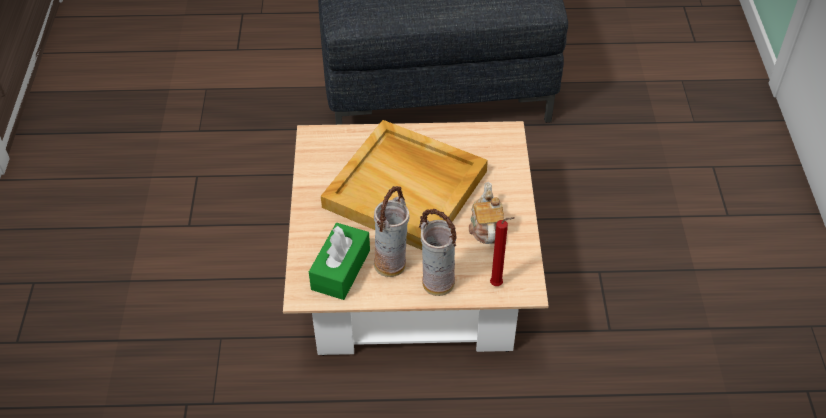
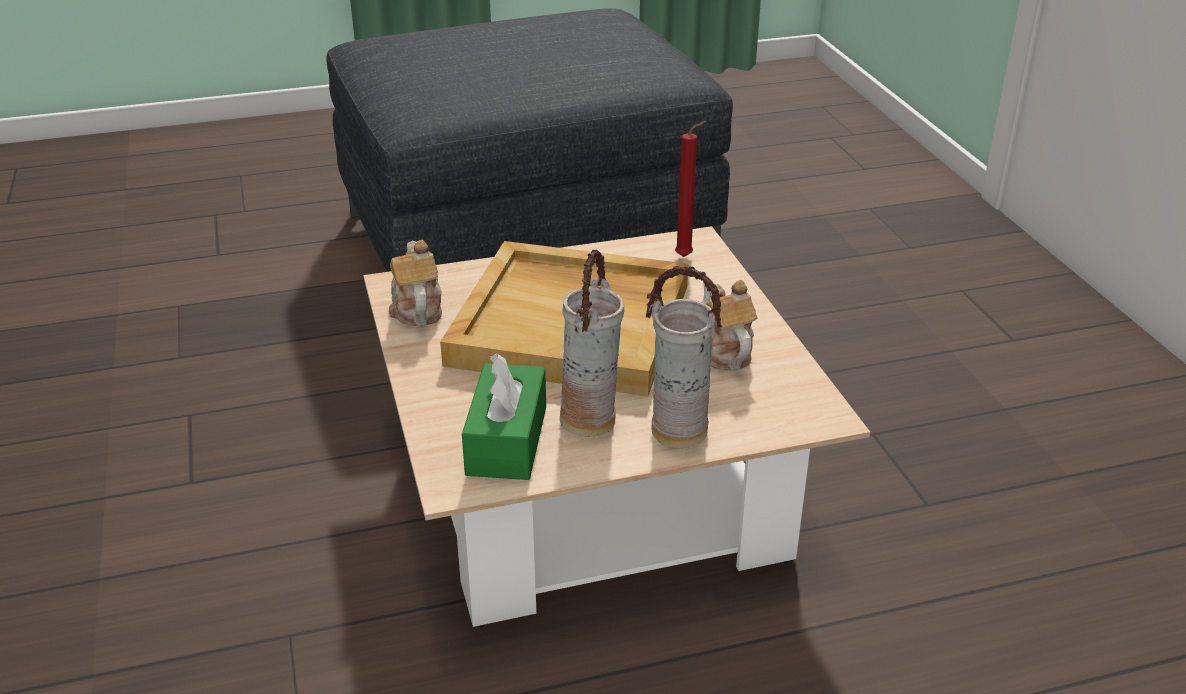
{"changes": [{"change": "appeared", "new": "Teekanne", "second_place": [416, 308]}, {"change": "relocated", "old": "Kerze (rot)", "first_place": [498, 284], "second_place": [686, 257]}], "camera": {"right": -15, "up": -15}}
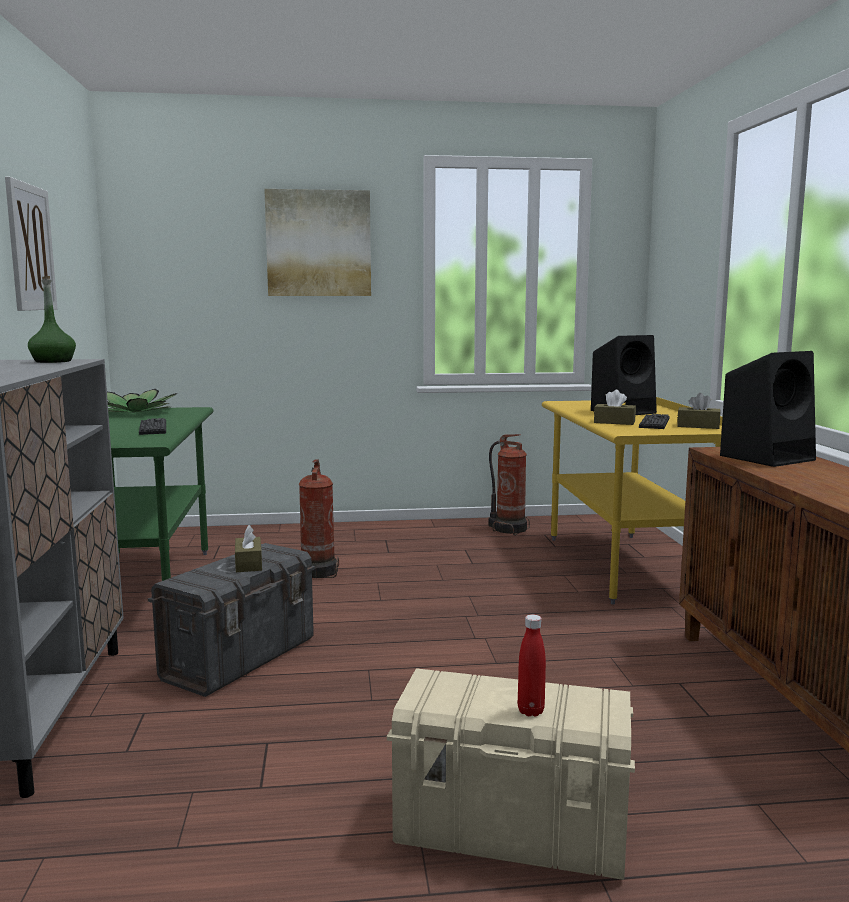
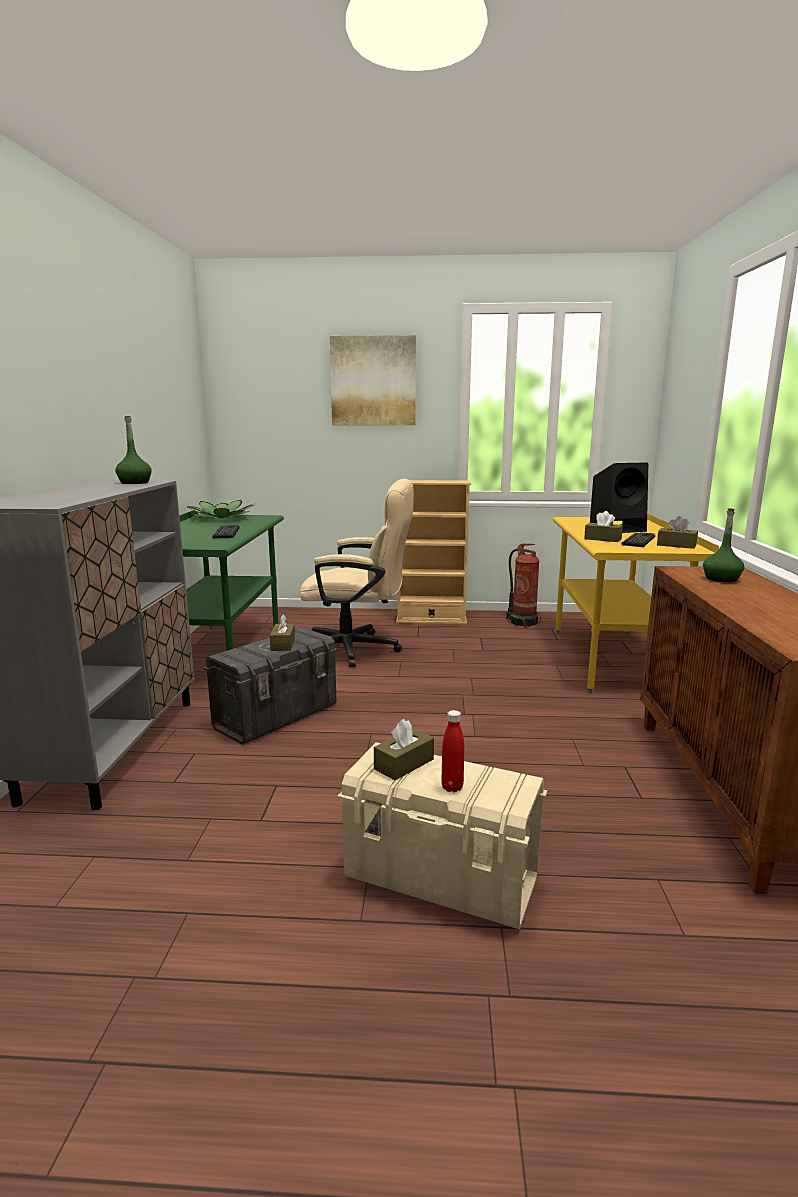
{"changes": [{"change": "exchanged", "old": "Feuerlöscher", "new": "Bürostuhl (beige)", "first_place": [319, 572], "second_place": [358, 649]}, {"change": "appeared", "new": "Taschentuchbox (braun)", "second_place": [404, 764]}, {"change": "appeared", "new": "Bücherregal (beige)", "second_place": [431, 620]}, {"change": "exchanged", "old": "Lautsprecher (schwarz)", "new": "Flasche (grün)", "first_place": [768, 457], "second_place": [721, 579]}, {"change": "missing", "old": "Bild", "first_place": [30, 247]}], "camera": {"right": 10, "up": 5}}
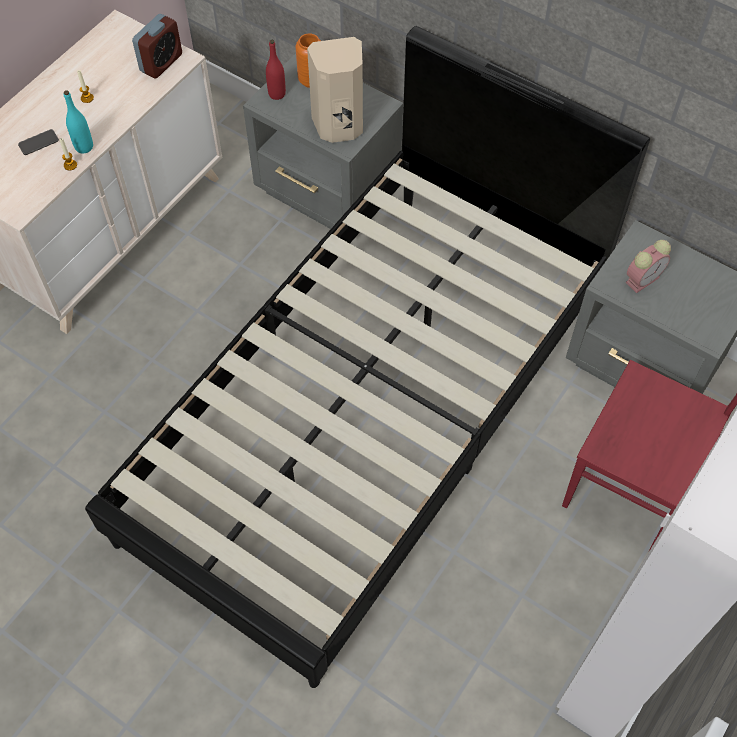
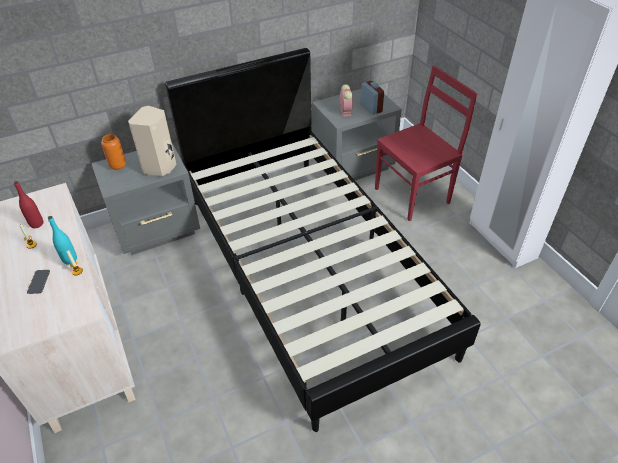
{"changes": [{"change": "relocated", "old": "Flasche (rot)", "first_place": [277, 94], "second_place": [36, 224]}, {"change": "relocated", "old": "Wecker", "first_place": [161, 63], "second_place": [371, 108]}], "camera": {"right": -60, "up": -15}}
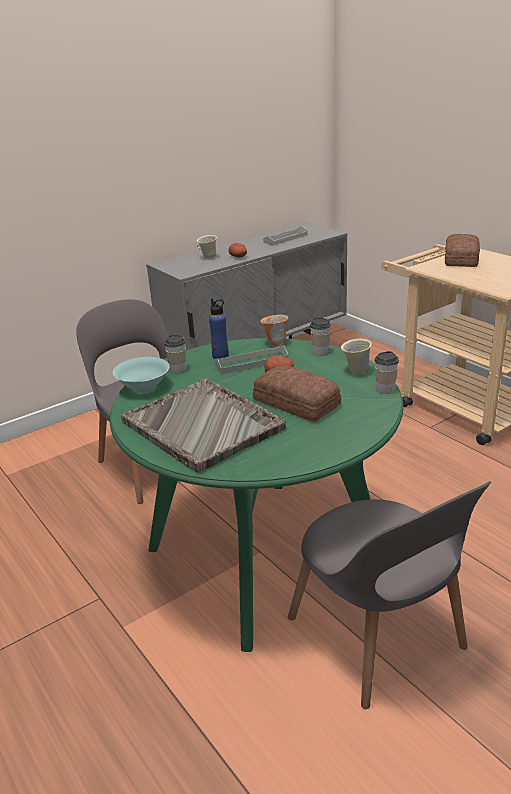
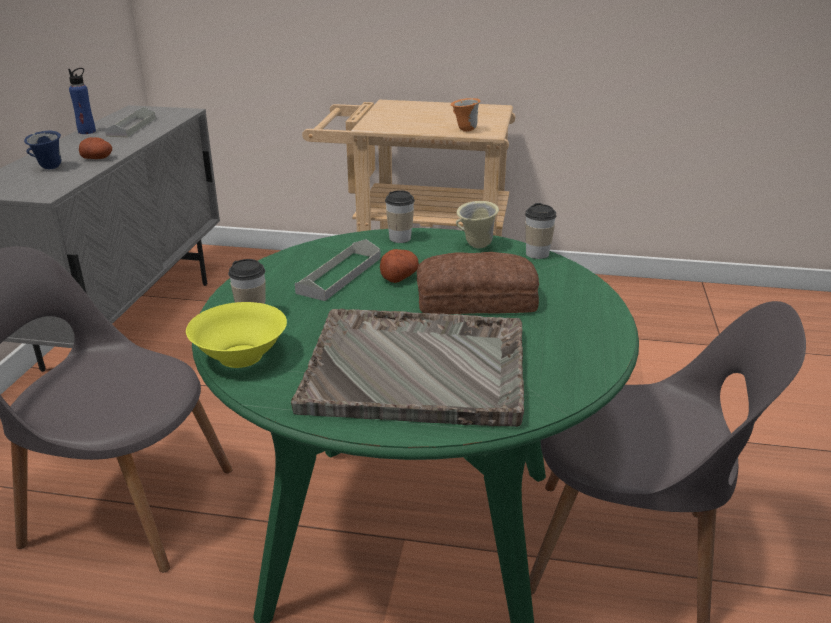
{"changes": [{"change": "colour", "old": "Henkelbecher (beige)", "new": "Henkelbecher (blau)", "first_place": [208, 258], "second_place": [49, 168]}, {"change": "relocated", "old": "Flasche (blau)", "first_place": [220, 356], "second_place": [87, 131]}, {"change": "colour", "old": "Schüssel (türkis)", "new": "Schüssel (gelb)", "first_place": [144, 387], "second_place": [240, 356]}, {"change": "relocated", "old": "Henkelbecher (orange)", "first_place": [275, 343], "second_place": [464, 130]}, {"change": "missing", "old": "Brot", "first_place": [460, 258]}], "camera": {"right": -45, "up": 0}}
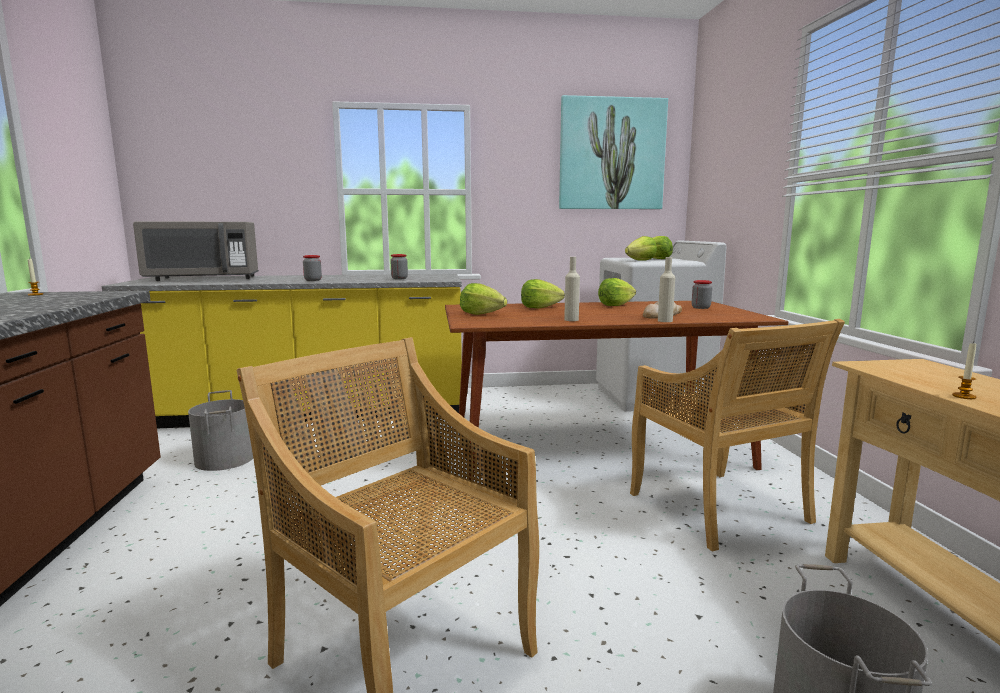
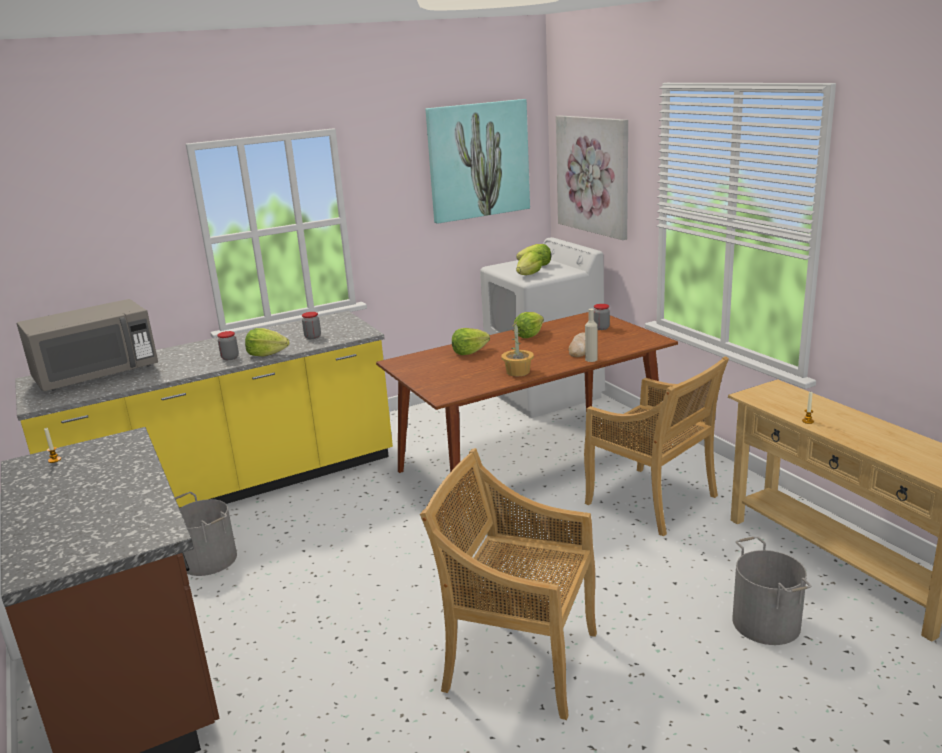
{"changes": [{"change": "relocated", "old": "Salatkopf", "first_place": [481, 314], "second_place": [267, 354]}, {"change": "exchanged", "old": "Flasche (beige)", "new": "Topfpflanze", "first_place": [571, 320], "second_place": [518, 372]}, {"change": "appeared", "new": "Bild", "second_place": [592, 175]}], "camera": {"right": -20, "up": 10}}
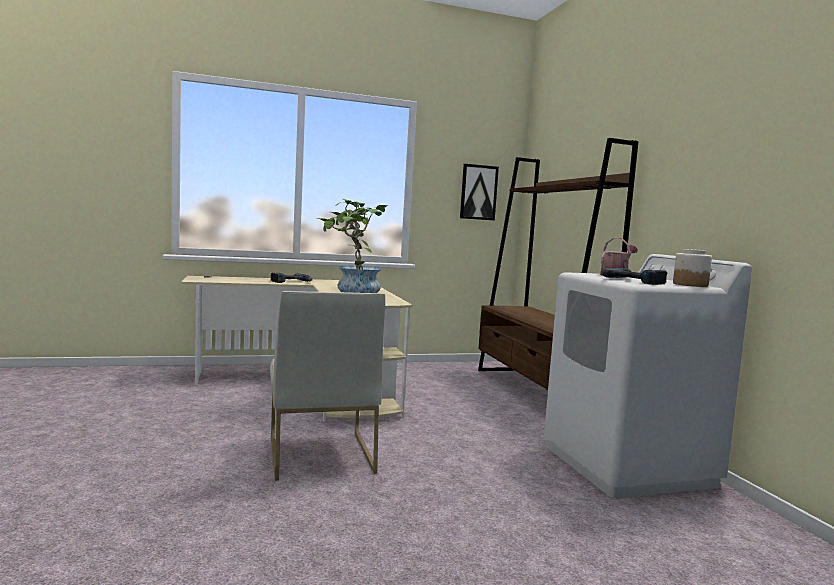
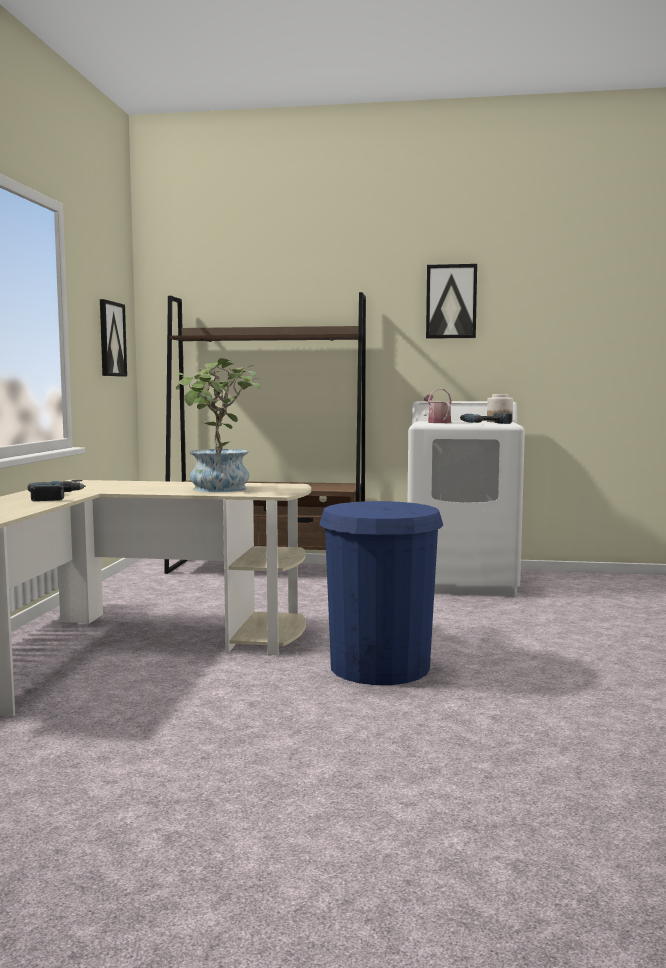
{"changes": [{"change": "exchanged", "old": "Stuhl (weiß)", "new": "Mülleimer (blau)", "first_place": [319, 454], "second_place": [380, 666]}, {"change": "appeared", "new": "Bild", "second_place": [451, 301]}], "camera": {"right": -65, "up": 0}}
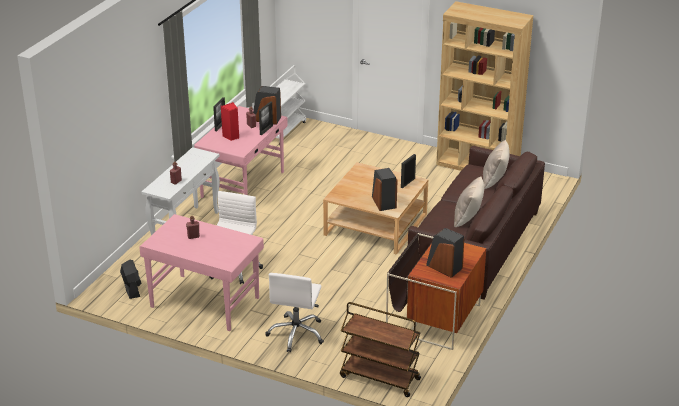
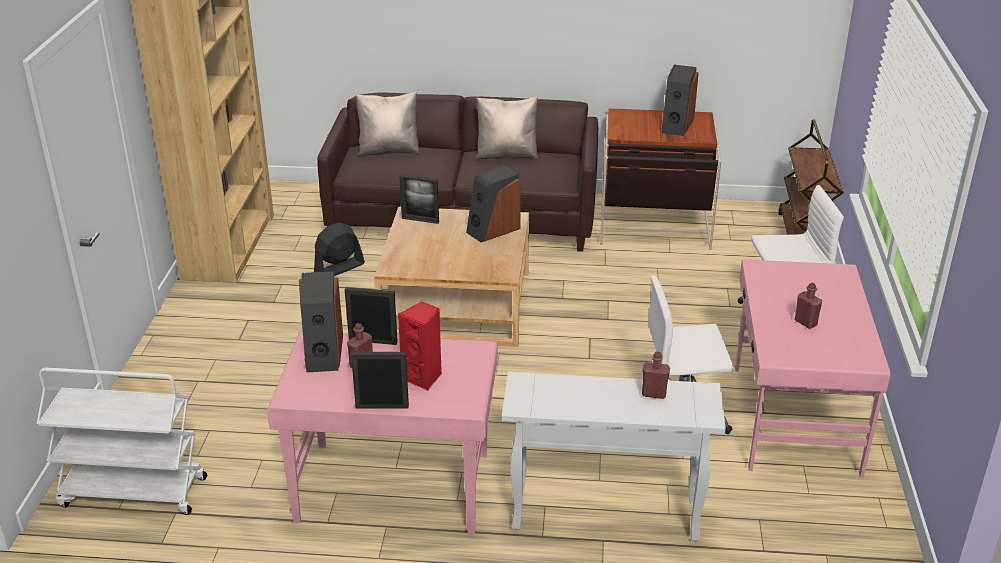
{"changes": [{"change": "relocated", "old": "Ventilator (schwarz)", "first_place": [132, 289], "second_place": [339, 268]}], "camera": {"right": -110, "up": 0}}
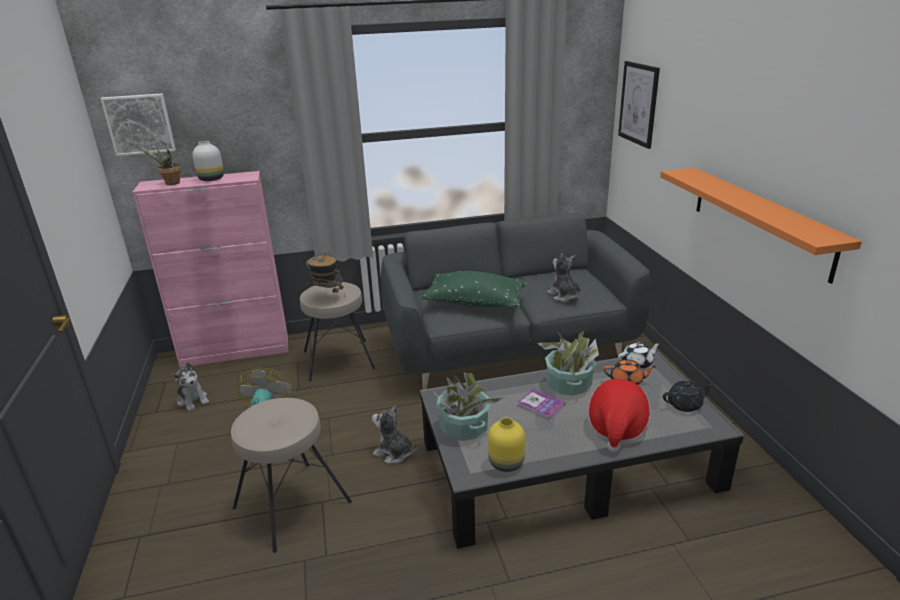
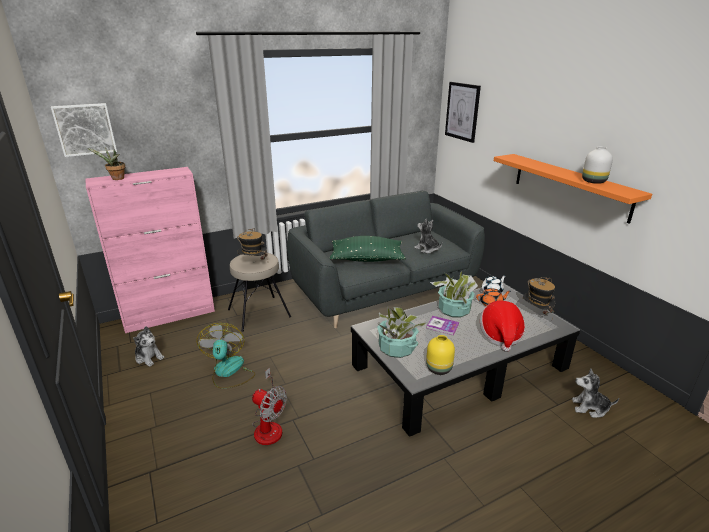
{"changes": [{"change": "exchanged", "old": "Hocker (beige)", "new": "Ventilator", "first_place": [291, 504], "second_place": [269, 425]}, {"change": "exchanged", "old": "Teekanne (schwarz)", "new": "Hut", "first_place": [685, 405], "second_place": [535, 314]}, {"change": "relocated", "old": "Plüschtier", "first_place": [394, 453], "second_place": [590, 408]}, {"change": "relocated", "old": "Vase (weiß)", "first_place": [210, 179], "second_place": [593, 181]}], "camera": {"right": -15, "up": 0}}
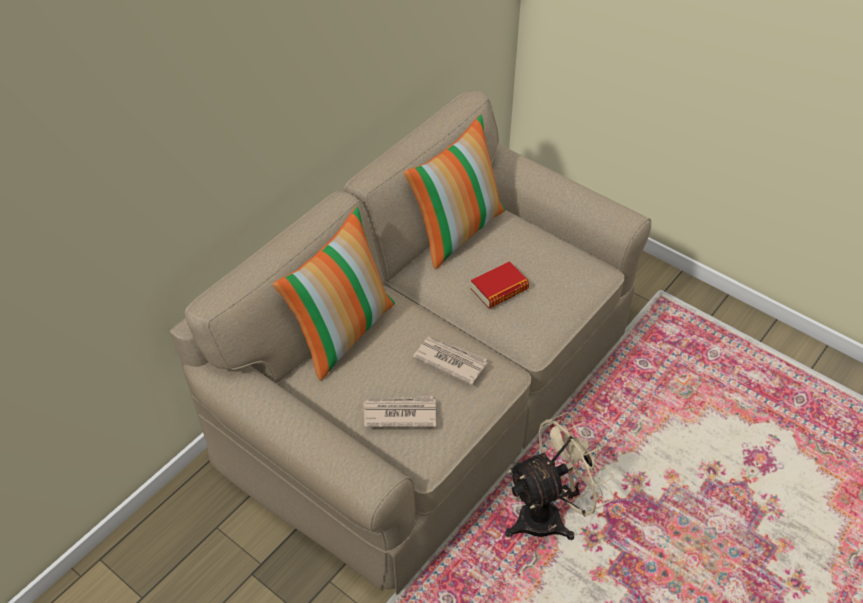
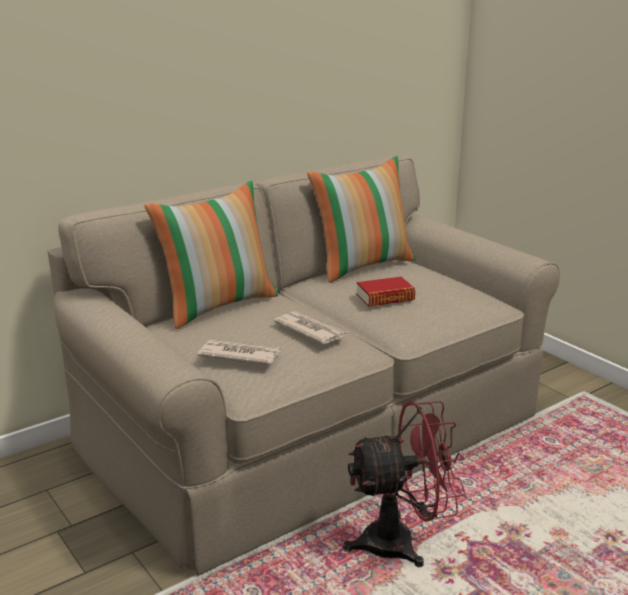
{"changes": [{"change": "colour", "old": "Ventilator (beige)", "new": "Ventilator (rot)", "first_place": [549, 514], "second_place": [402, 542]}], "camera": {"right": 15, "up": -25}}
